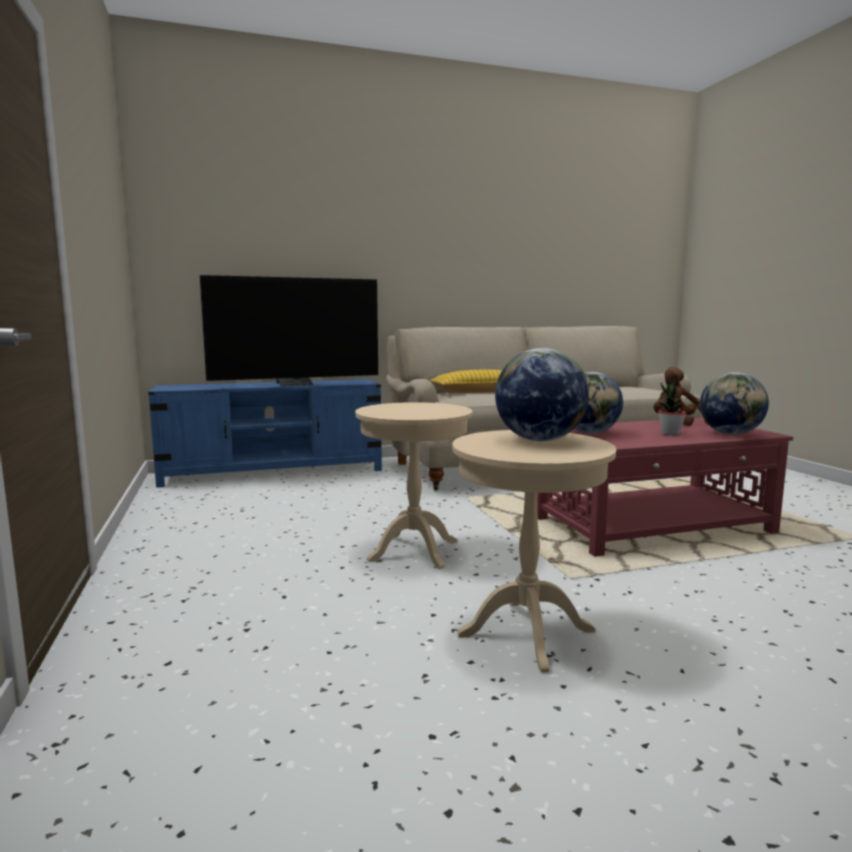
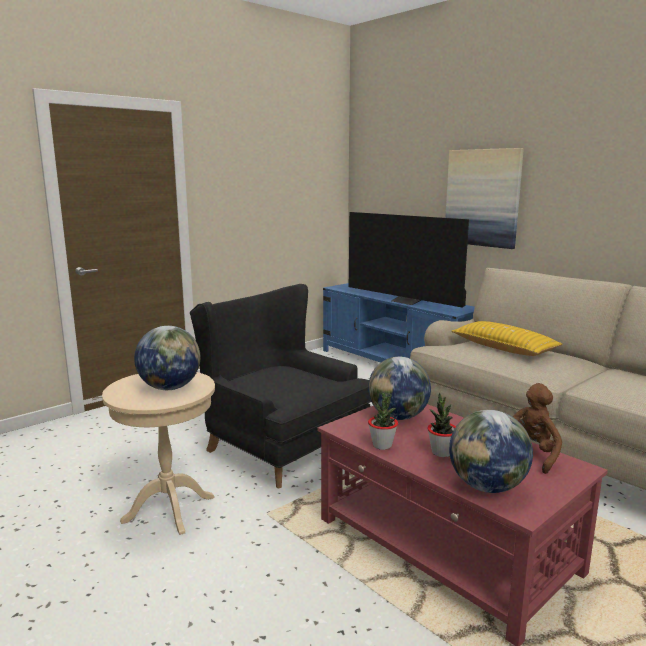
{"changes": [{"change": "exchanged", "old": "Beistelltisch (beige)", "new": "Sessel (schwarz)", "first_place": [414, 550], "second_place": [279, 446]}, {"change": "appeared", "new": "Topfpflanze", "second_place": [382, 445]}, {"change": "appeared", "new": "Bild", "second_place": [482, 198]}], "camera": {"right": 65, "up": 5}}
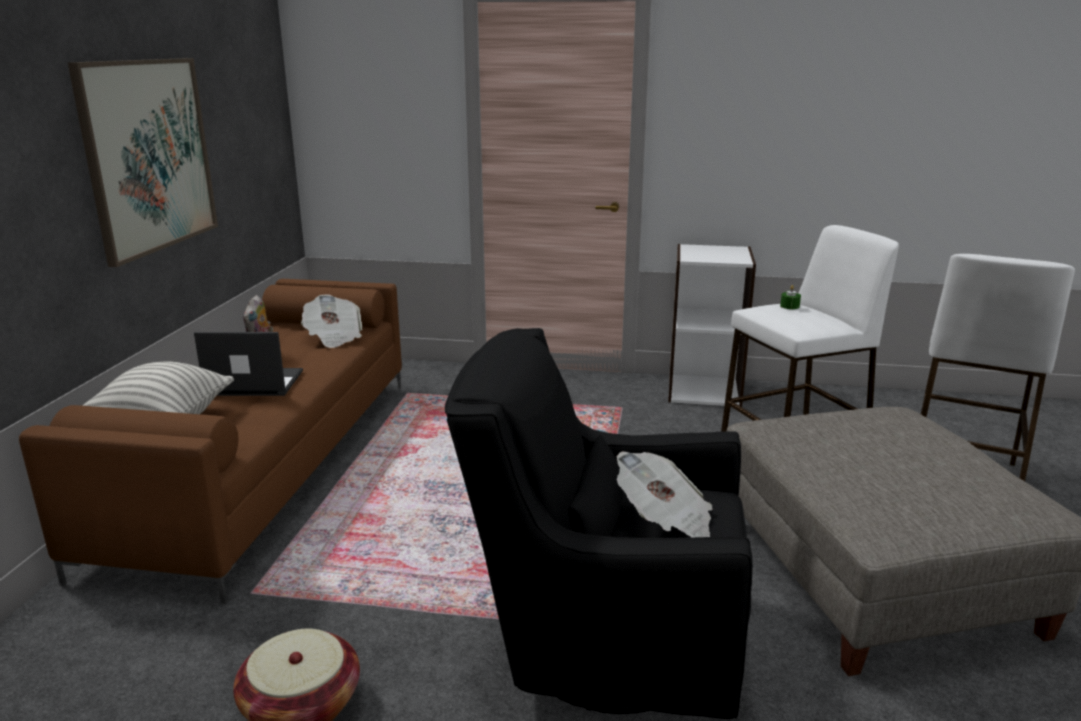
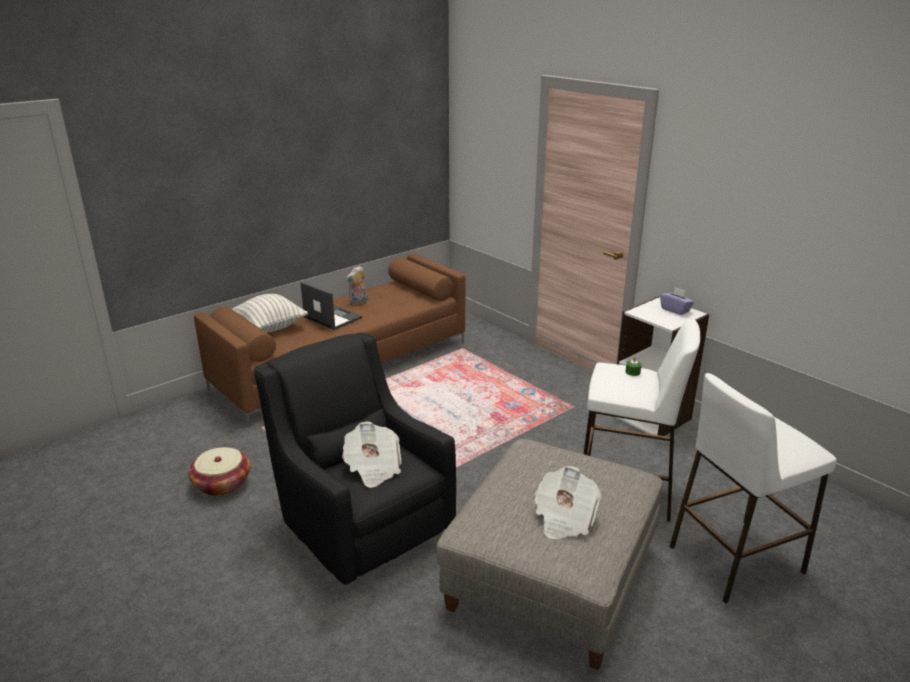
{"changes": [{"change": "relocated", "old": "Zeitung", "first_place": [333, 337], "second_place": [564, 518]}, {"change": "appeared", "new": "Taschentuchbox (lila)", "second_place": [675, 310]}, {"change": "missing", "old": "Bild", "first_place": [149, 156]}], "camera": {"right": 40, "up": 5}}
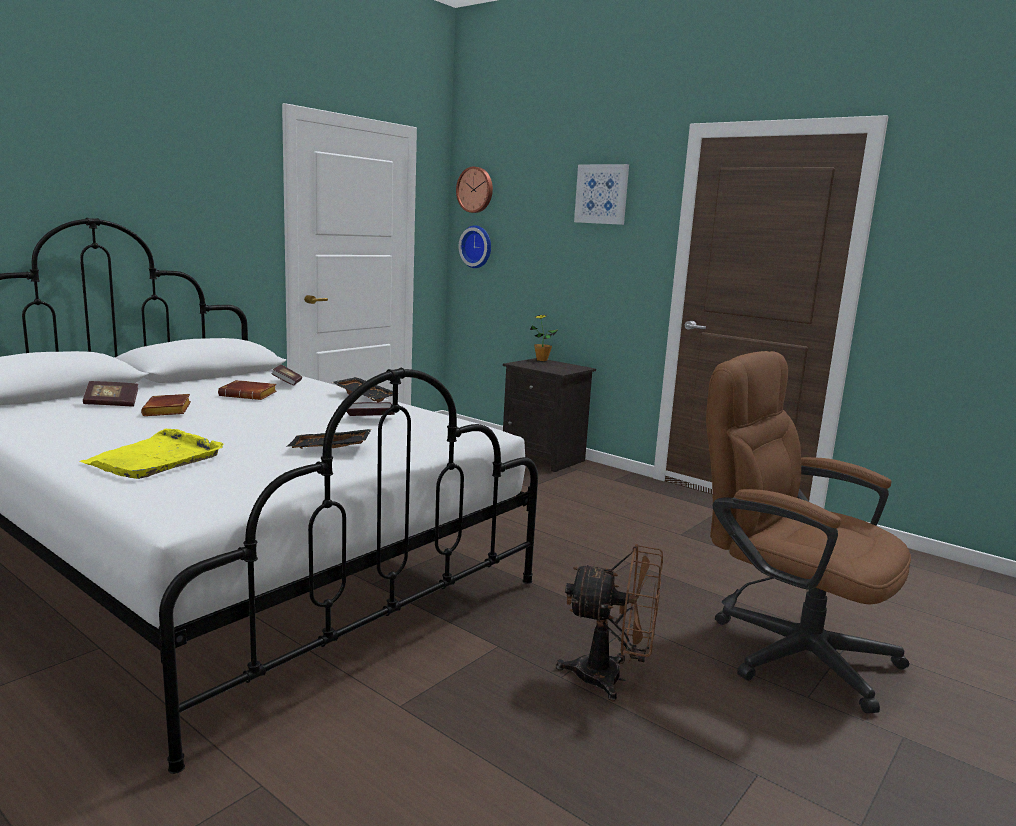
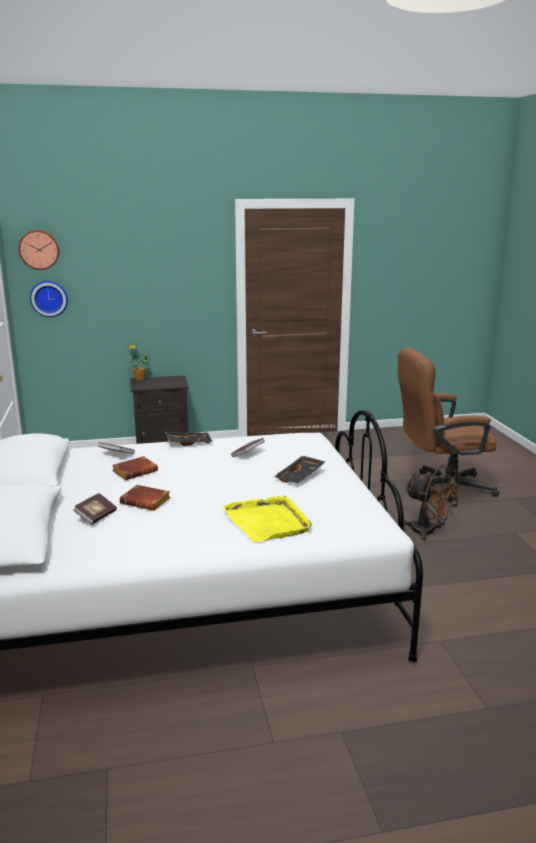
{"changes": [{"change": "spun", "old": "Ventilator (braun)", "first_place": [611, 678], "second_place": [429, 532], "degrees": 75}, {"change": "missing", "old": "Bild", "first_place": [601, 194]}], "camera": {"right": -50, "up": 5}}
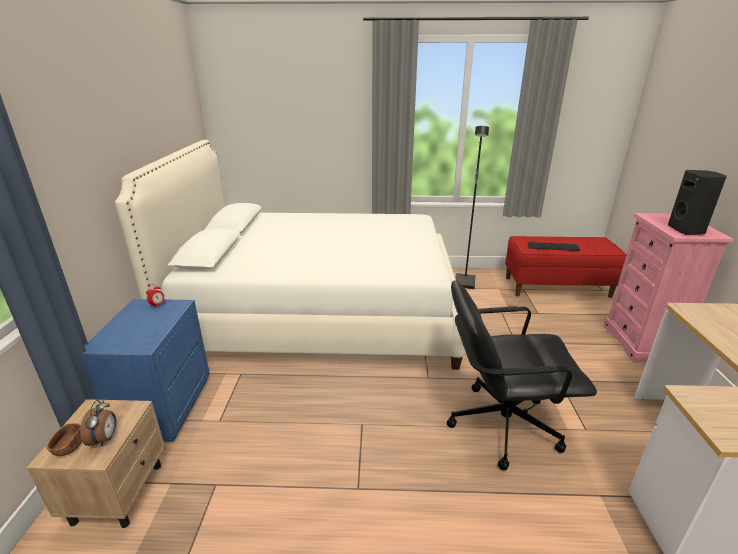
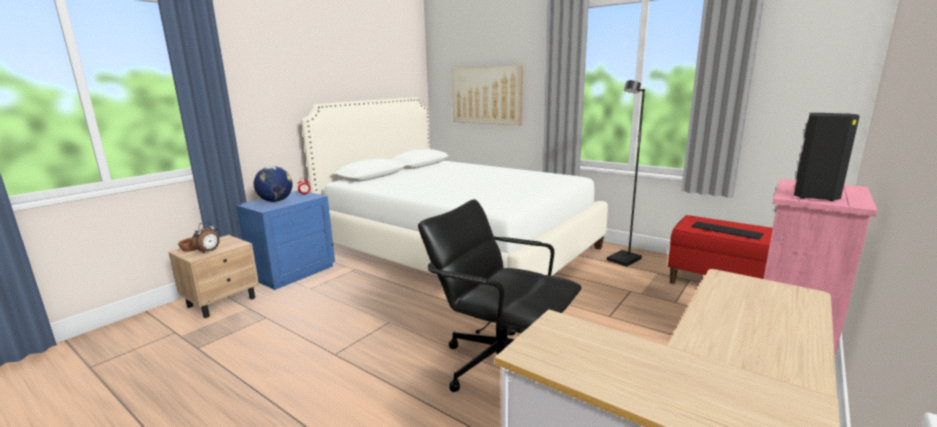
{"changes": [{"change": "appeared", "new": "Globus", "second_place": [276, 201]}, {"change": "appeared", "new": "Bild", "second_place": [486, 95]}], "camera": {"right": 35, "up": -10}}
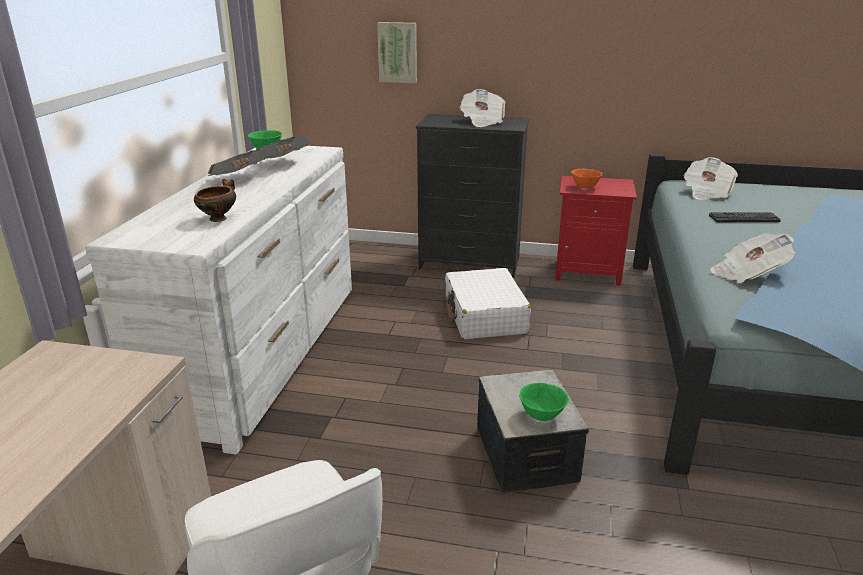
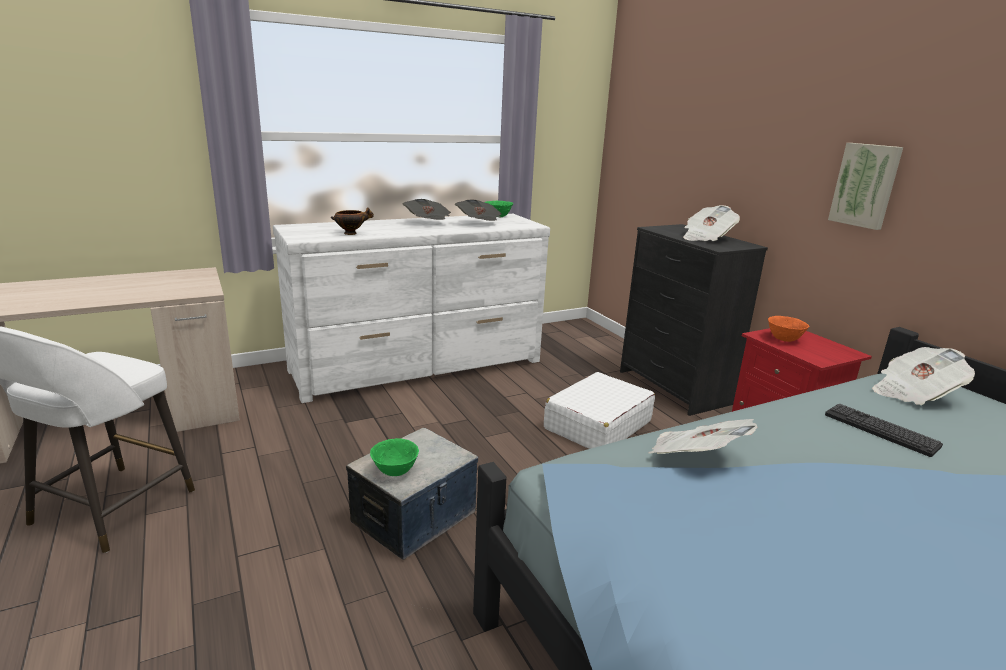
{"changes": [{"change": "relocated", "old": "Bild", "first_place": [398, 52], "second_place": [865, 185]}], "camera": {"right": 50, "up": -5}}
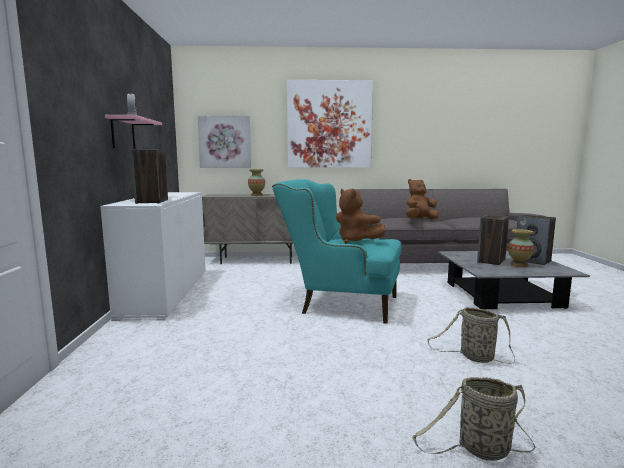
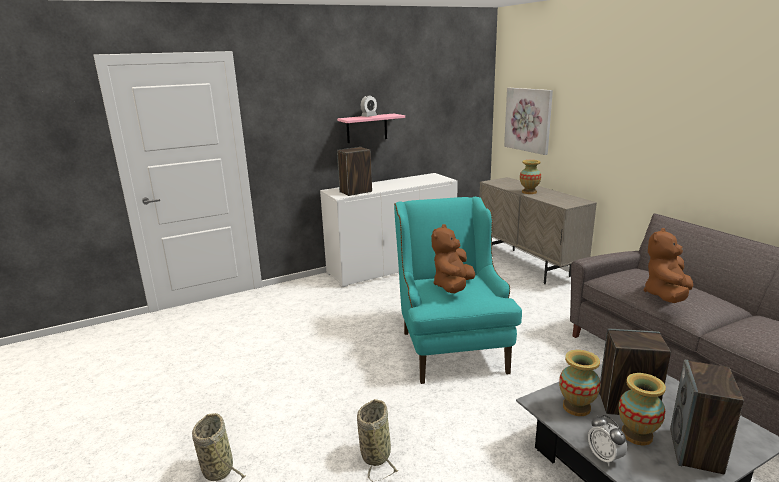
{"changes": [{"change": "appeared", "new": "Vase", "second_place": [576, 407]}, {"change": "appeared", "new": "Wecker", "second_place": [604, 457]}, {"change": "spun", "old": "Plüschtier (braun)", "first_place": [420, 220], "second_place": [666, 296], "degrees": -90}, {"change": "missing", "old": "Bild", "first_place": [329, 124]}], "camera": {"right": 65, "up": 10}}
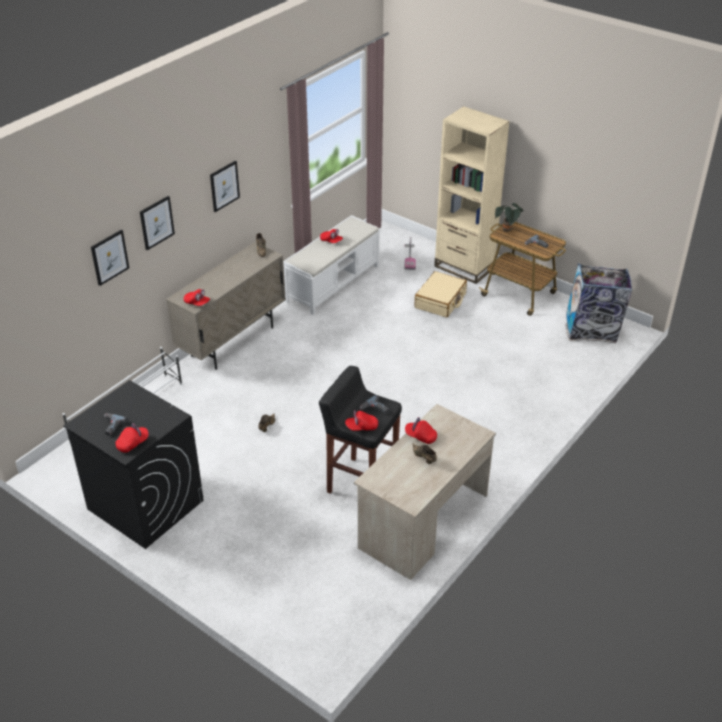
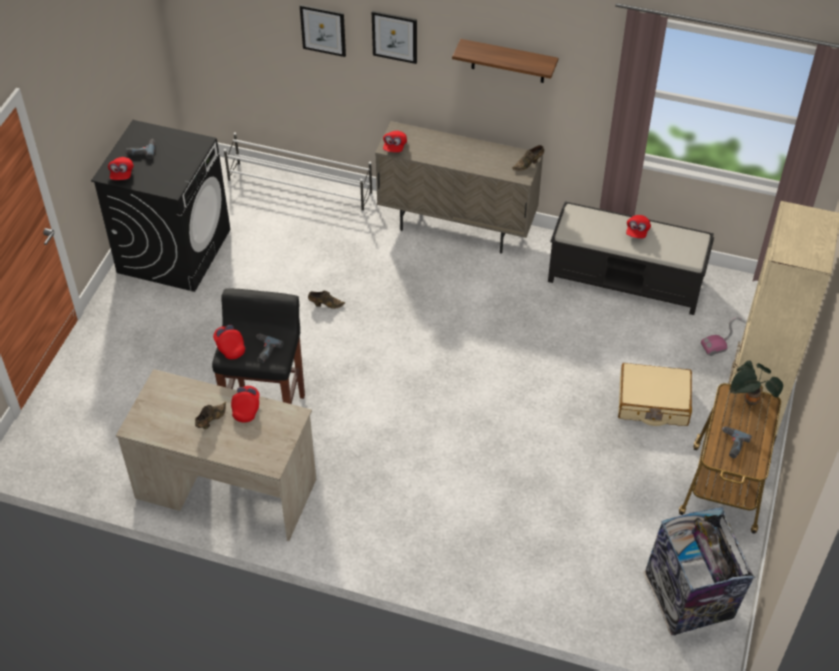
{"changes": [{"change": "spun", "old": "Kappe (rot)", "first_place": [133, 443], "second_place": [122, 174], "degrees": 60}, {"change": "exchanged", "old": "Bild", "new": "Wandregal", "first_place": [224, 186], "second_place": [508, 61]}, {"change": "colour", "old": "Bank (weiß)", "new": "Bank (schwarz)", "first_place": [333, 282], "second_place": [626, 281]}], "camera": {"right": 70, "up": 10}}
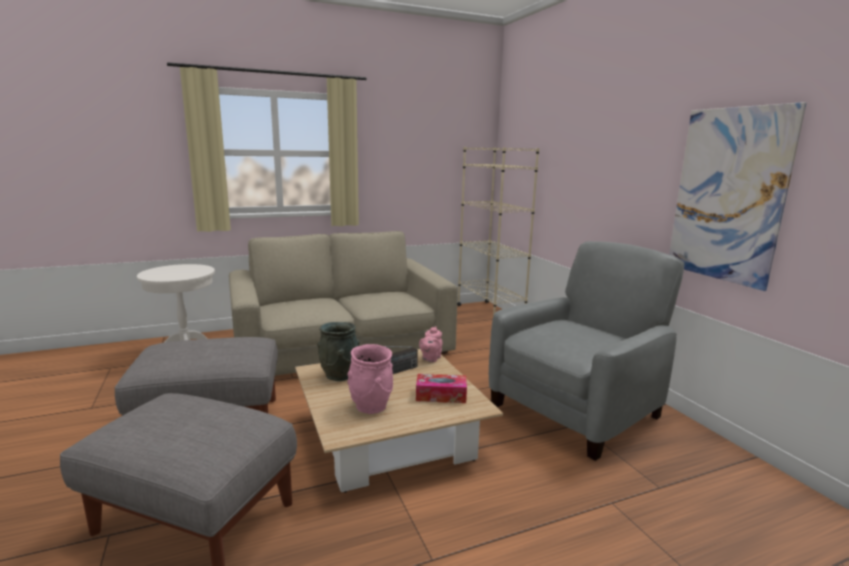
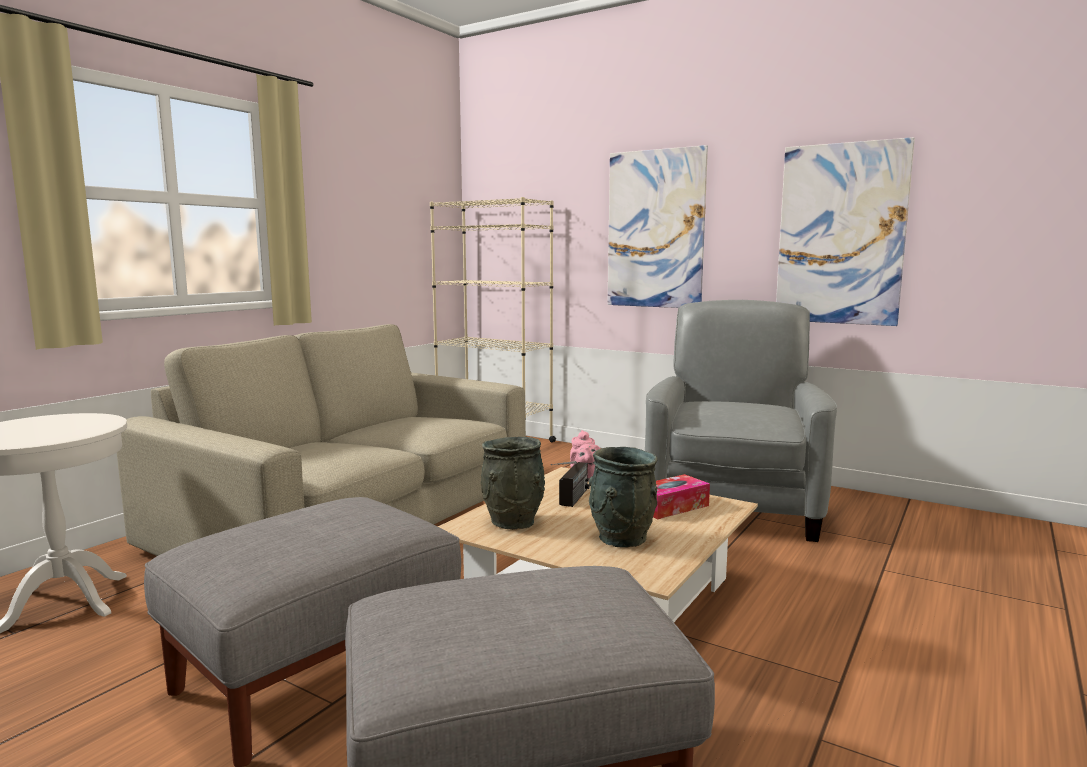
{"changes": [{"change": "colour", "old": "Vase (rosa)", "new": "Vase (grau)", "first_place": [370, 406], "second_place": [621, 539]}, {"change": "appeared", "new": "Bild", "second_place": [655, 229]}], "camera": {"right": -35, "up": -5}}
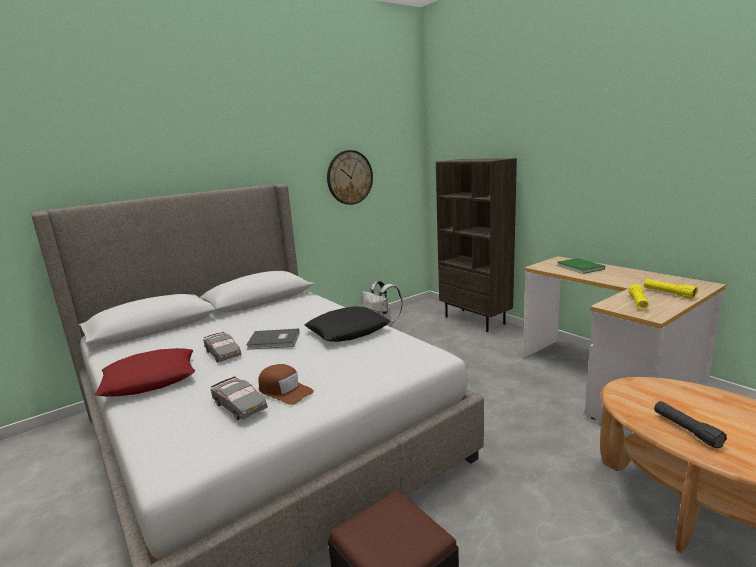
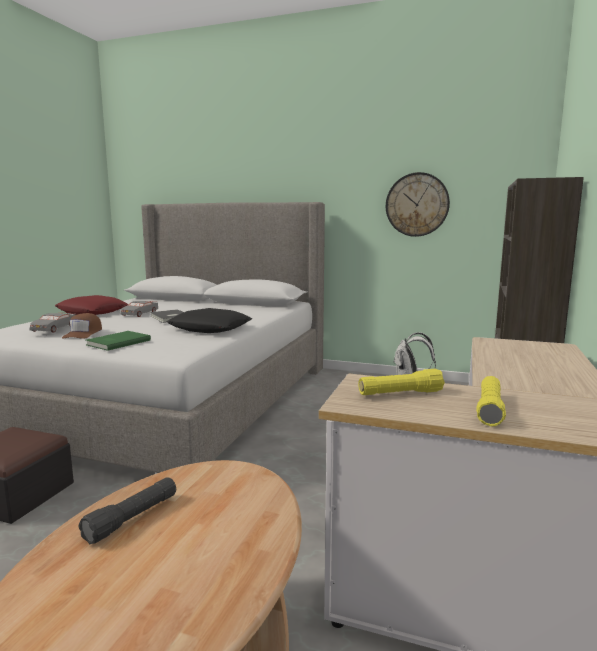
{"changes": [{"change": "relocated", "old": "Buch (grün)", "first_place": [579, 267], "second_place": [117, 342]}], "camera": {"right": 55, "up": -5}}
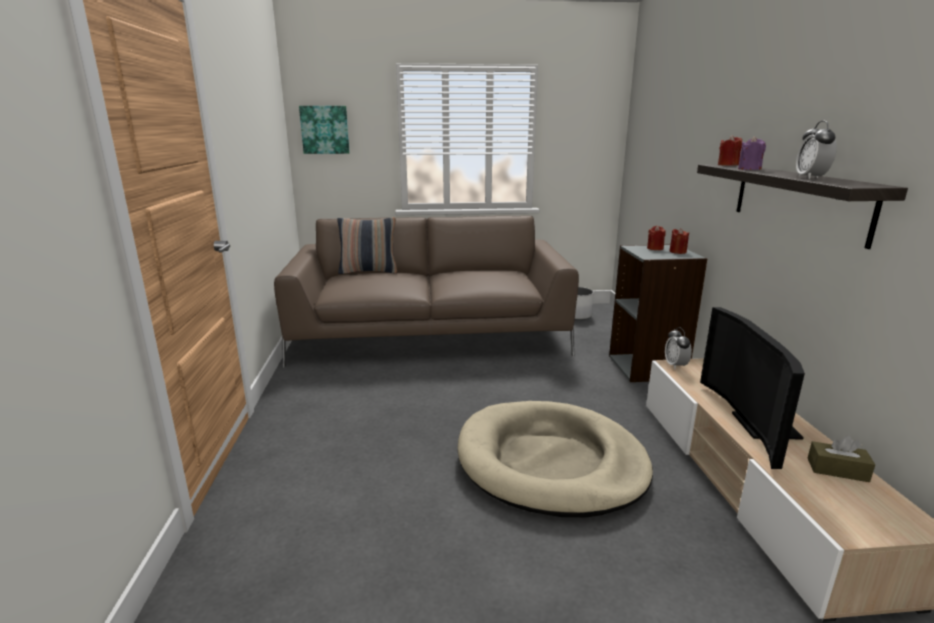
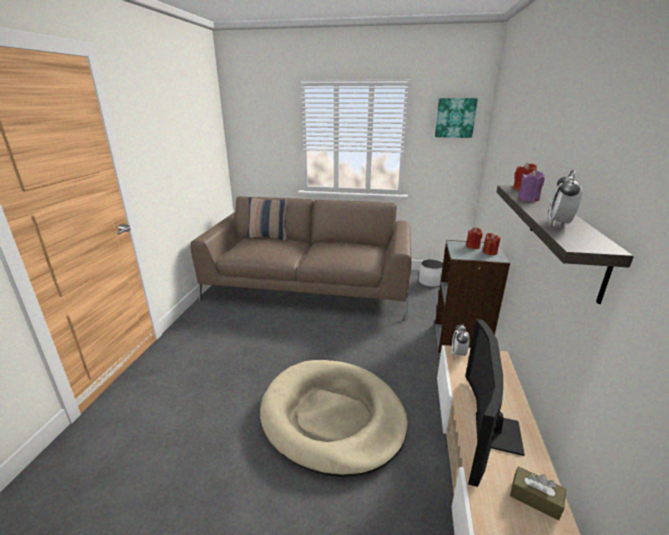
{"changes": [{"change": "relocated", "old": "Bild", "first_place": [325, 130], "second_place": [455, 118]}], "camera": {"right": 15, "up": 5}}
